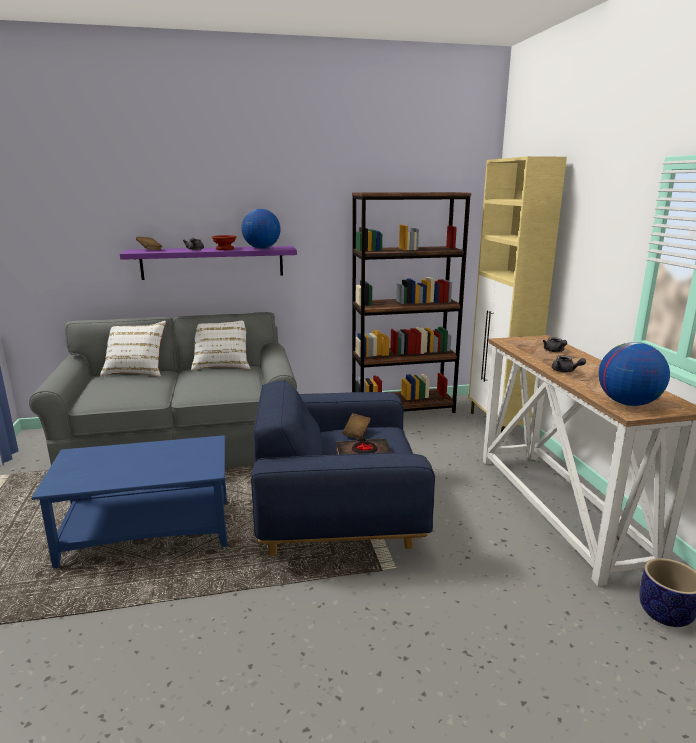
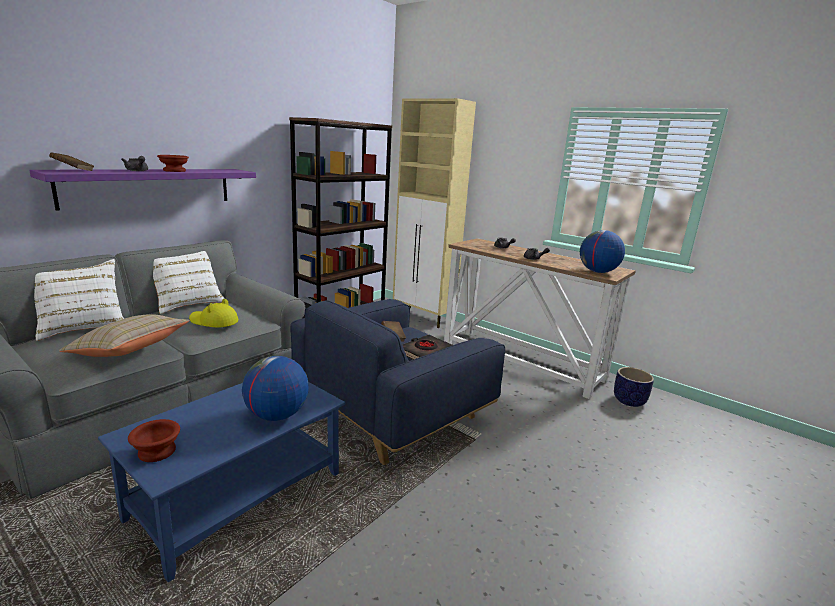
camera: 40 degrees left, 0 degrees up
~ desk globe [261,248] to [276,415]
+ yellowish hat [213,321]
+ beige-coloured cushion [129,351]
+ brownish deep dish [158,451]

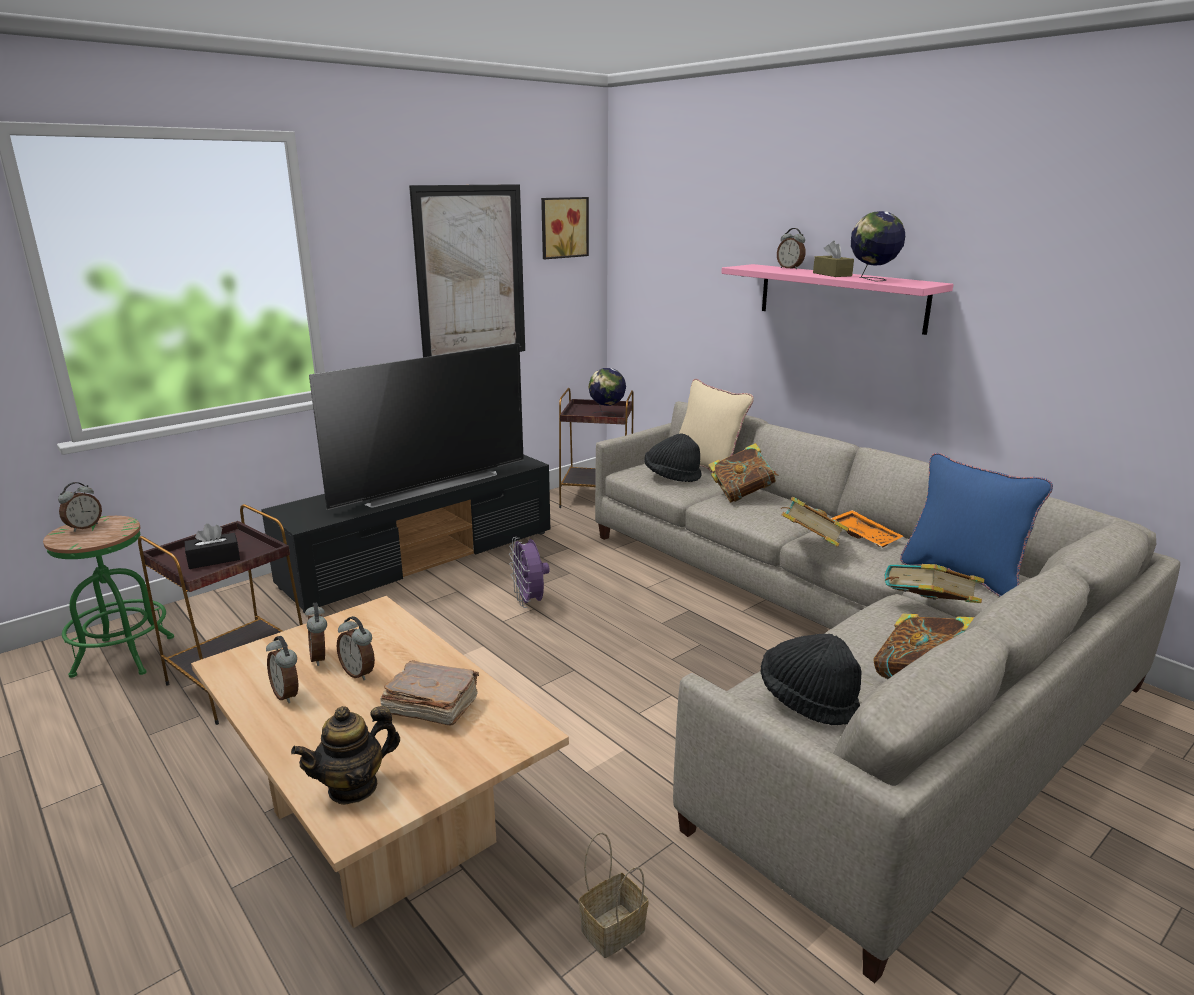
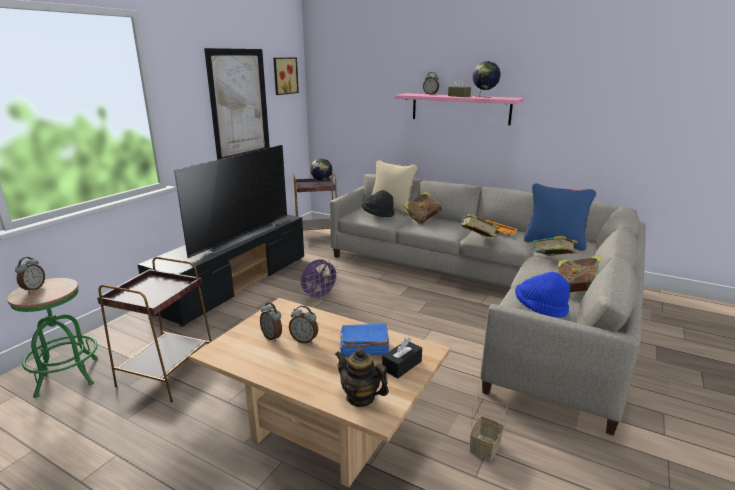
camera: 20 degrees left, 0 degrees up
~ blackish tissue holder [214,559] to [402,365]
~ purple fan [529,602] = [319,297] 90 degrees counterclockwise
~ blackish hat [807,700] to blue hat [540,309]
- table clock [287,694]
~ brownish volume [430,706] to blue volume [363,348]
~ tea pot [353,787] = [360,397] 90 degrees clockwise

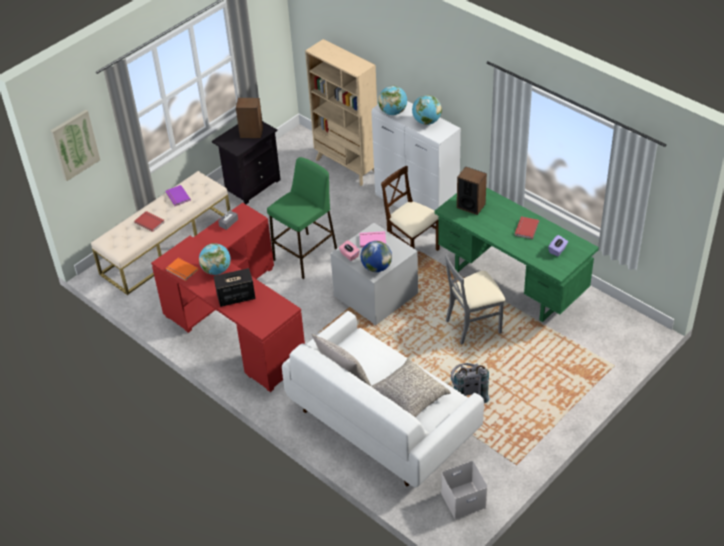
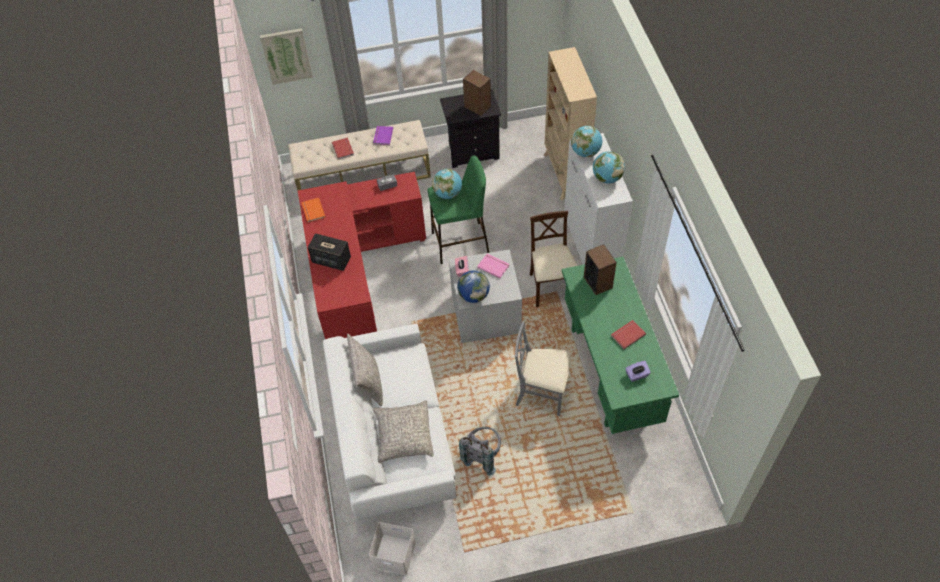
camera: 35 degrees right, 10 degrees up
~ desk globe [216,270] to [447,194]

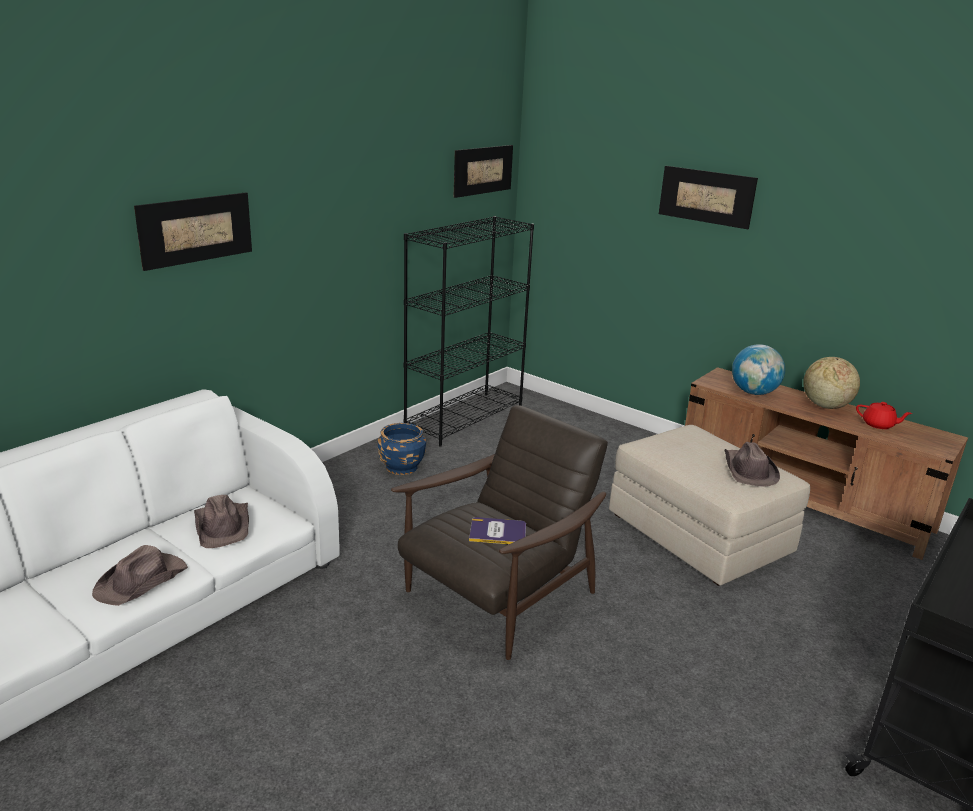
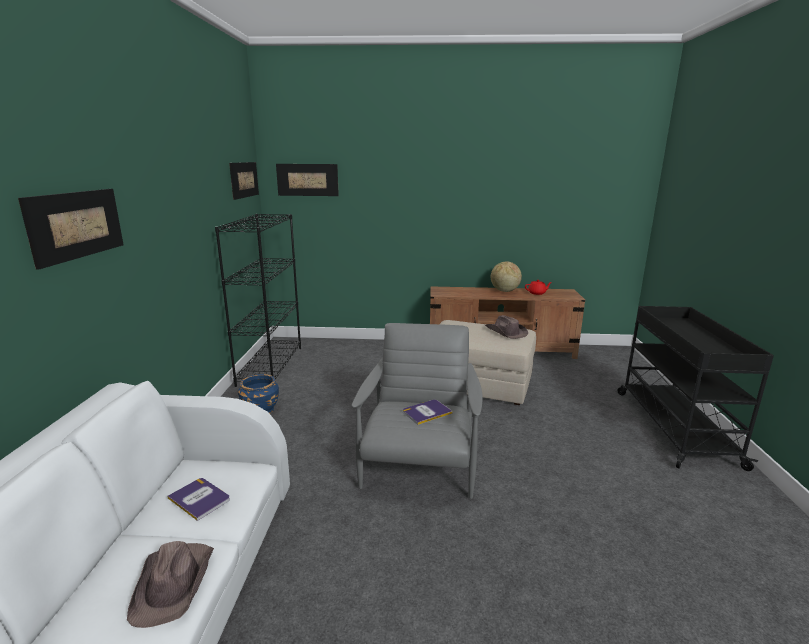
camera: 35 degrees left, 5 degrees down
~ wall art [706,196] to [307,180]
- desk globe [753,393]
~ brownish armchair [498,596] to grey armchair [419,463]
~ brownish hat [223,526] to volume [199,499]

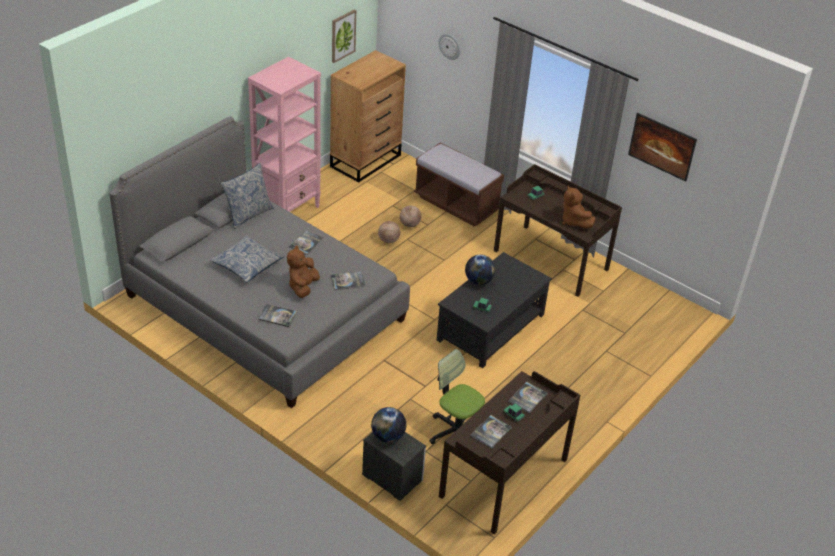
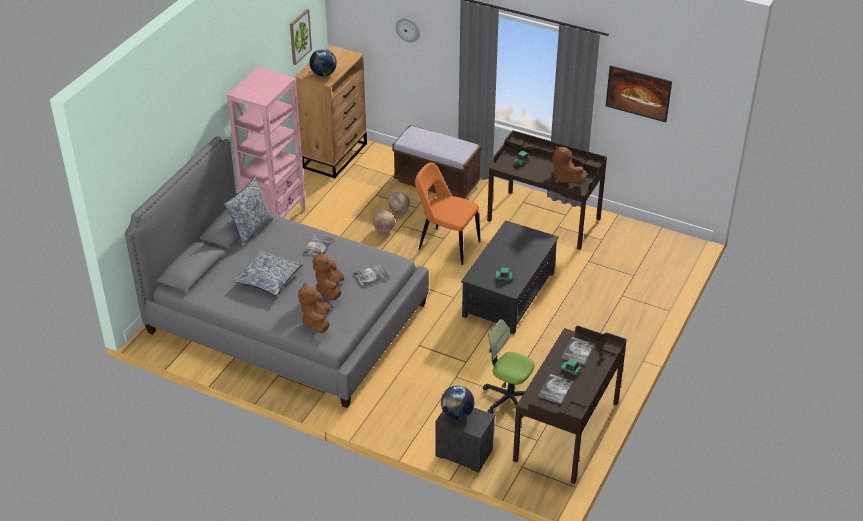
camera: 10 degrees left, 0 degrees up
~ desk globe [478,281] to [323,74]
~ volume [278,316] to brownish plush toy [316,322]
+ orangey upright chair [446,245]

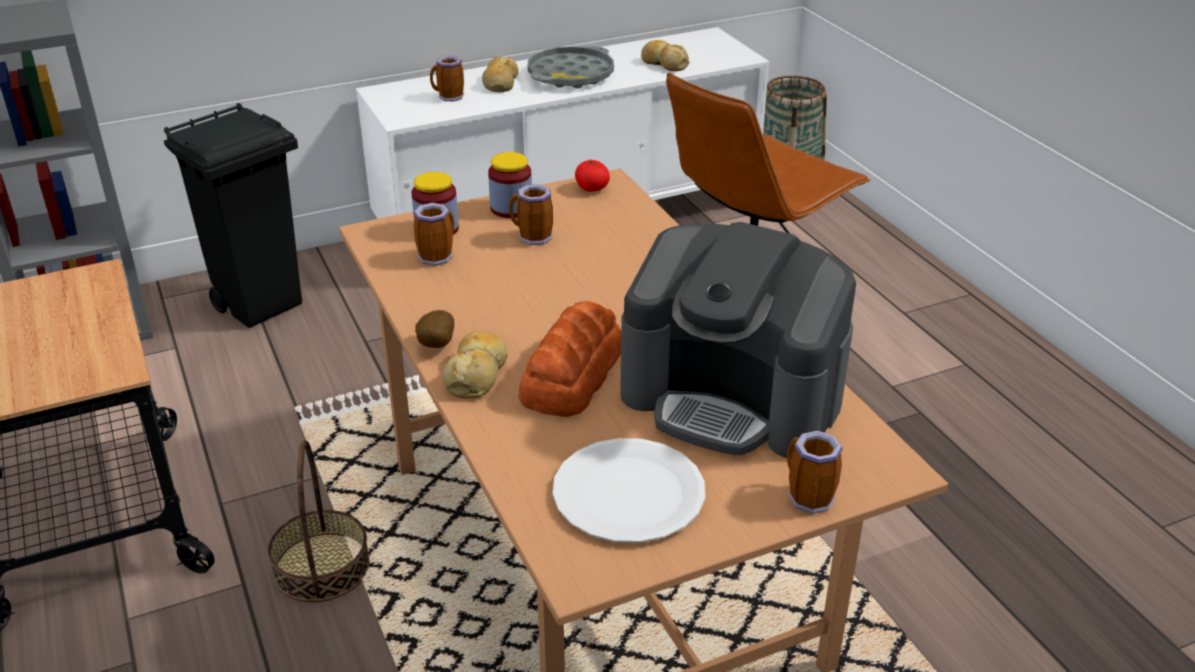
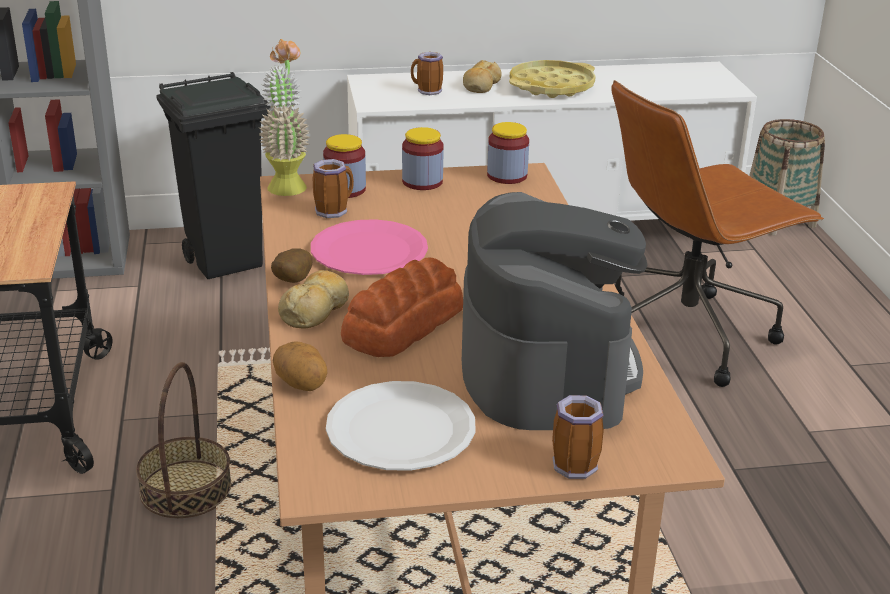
camera: 15 degrees right, 5 degrees down
- bread [664,63]
~ grey serving tray [571,75] to yellowish serving tray [551,86]
~ fresh tomato [591,188] to preserve jar [507,176]
- coffee mug [531,238]
~ coffee machine [733,397] = [546,367] 135 degrees counterclockwise
+ houseplant [287,183]
+ pink-coloured dinner plate [368,251]
+ spud [301,384]

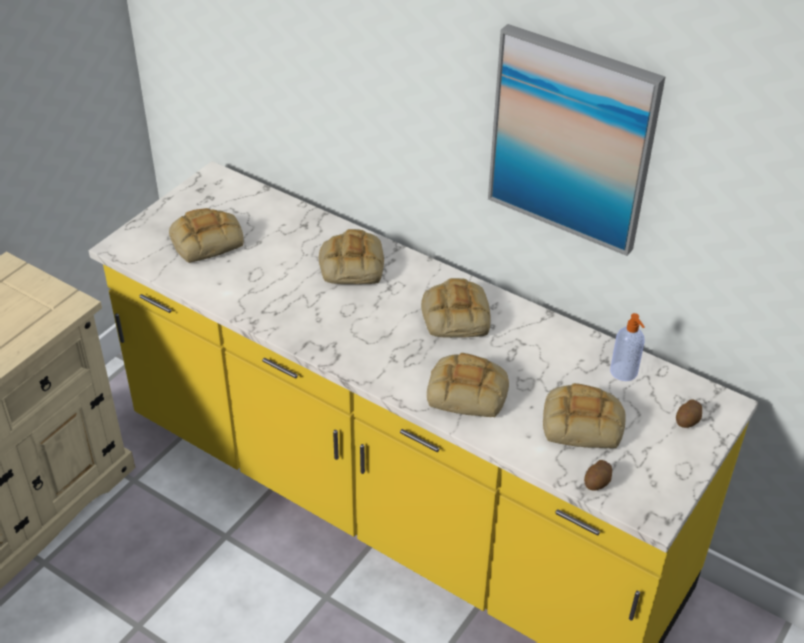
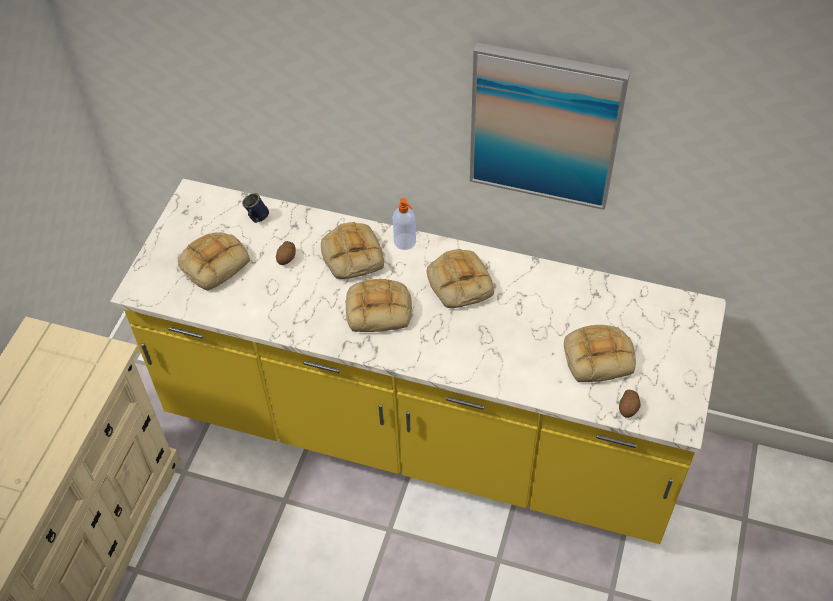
camera: 15 degrees left, 10 degrees up
~ soap bottle [624,372] to [405,242]
~ bread [469,391] to [379,309]
~ spud [688,421] to [287,258]
+ blue coffee mug [256,219]

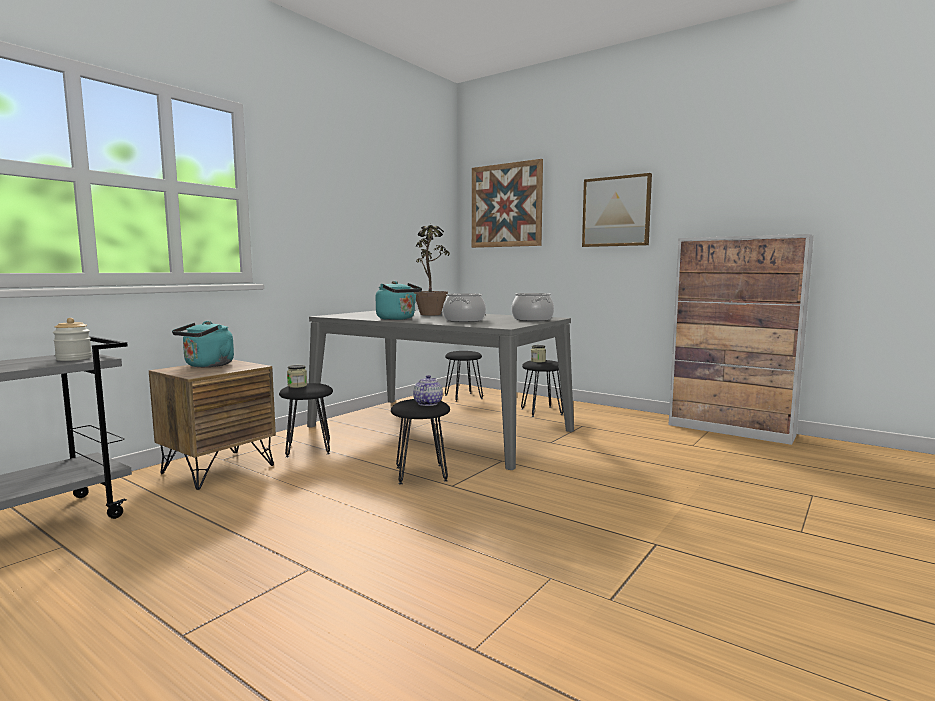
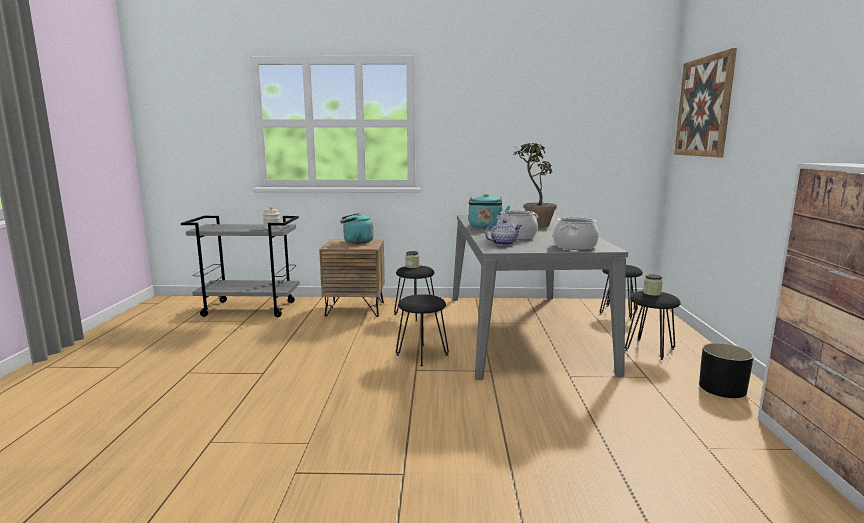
camera: 55 degrees right, 5 degrees up
- wall art [616,211]
~ tea pot [427,403] to [503,244]
+ blackish plant pot [722,388]

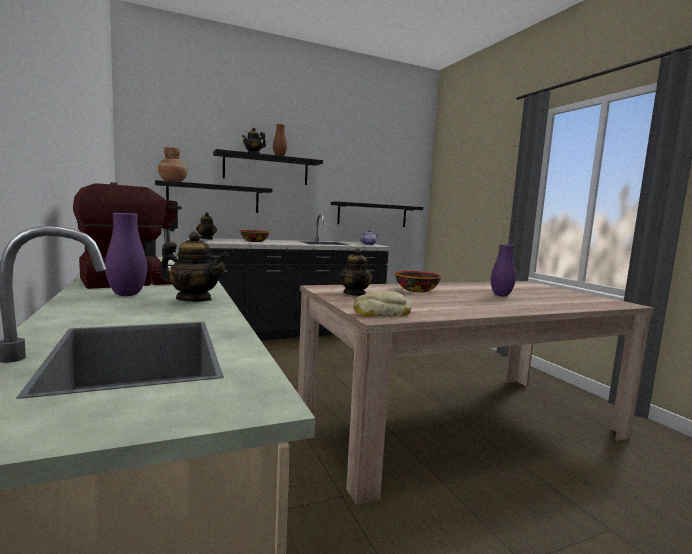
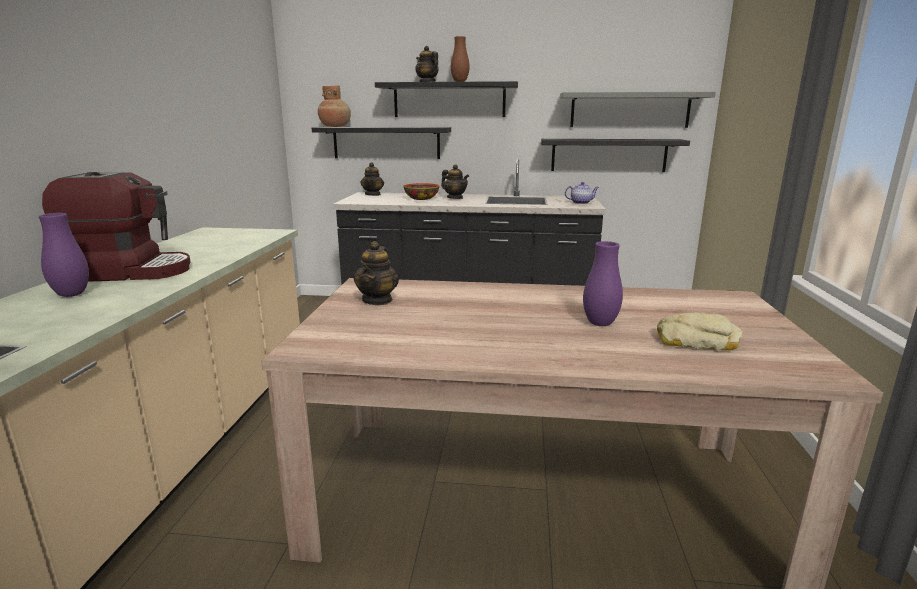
camera: 30 degrees right, 10 degrees up
~ tea pot [194,299] to [455,198]
- deep dish [417,290]
~ bread [381,313] to [696,341]
+ grey shelf [629,110]

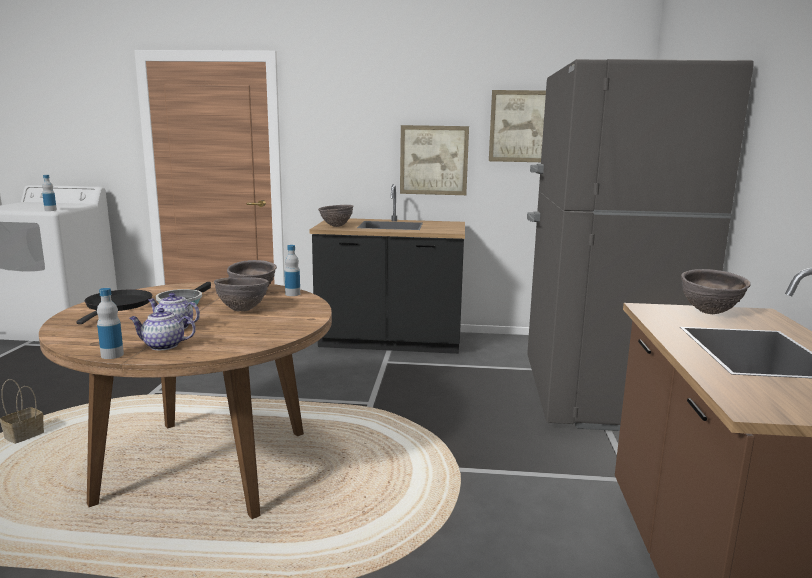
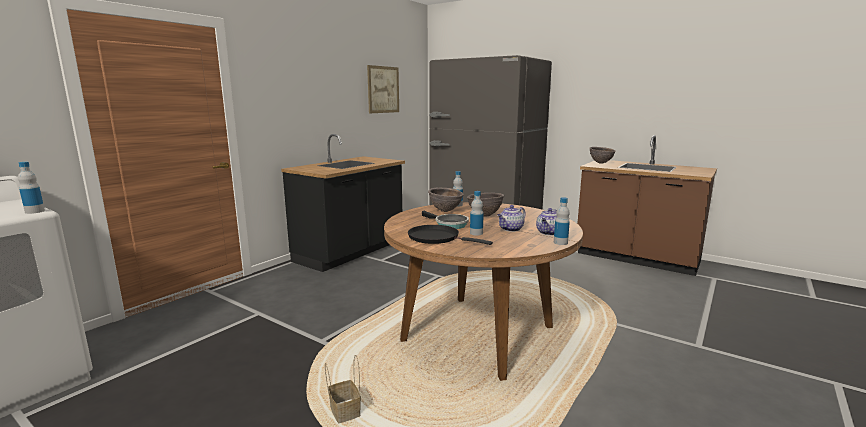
camera: 60 degrees left, 0 degrees up
- wall art [434,160]
- brownish deep dish [336,226]
+ beverage bottle [476,233]

